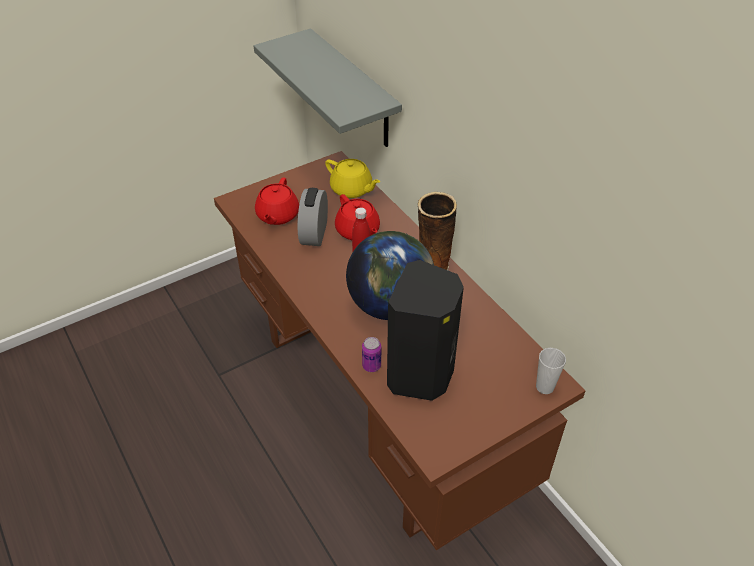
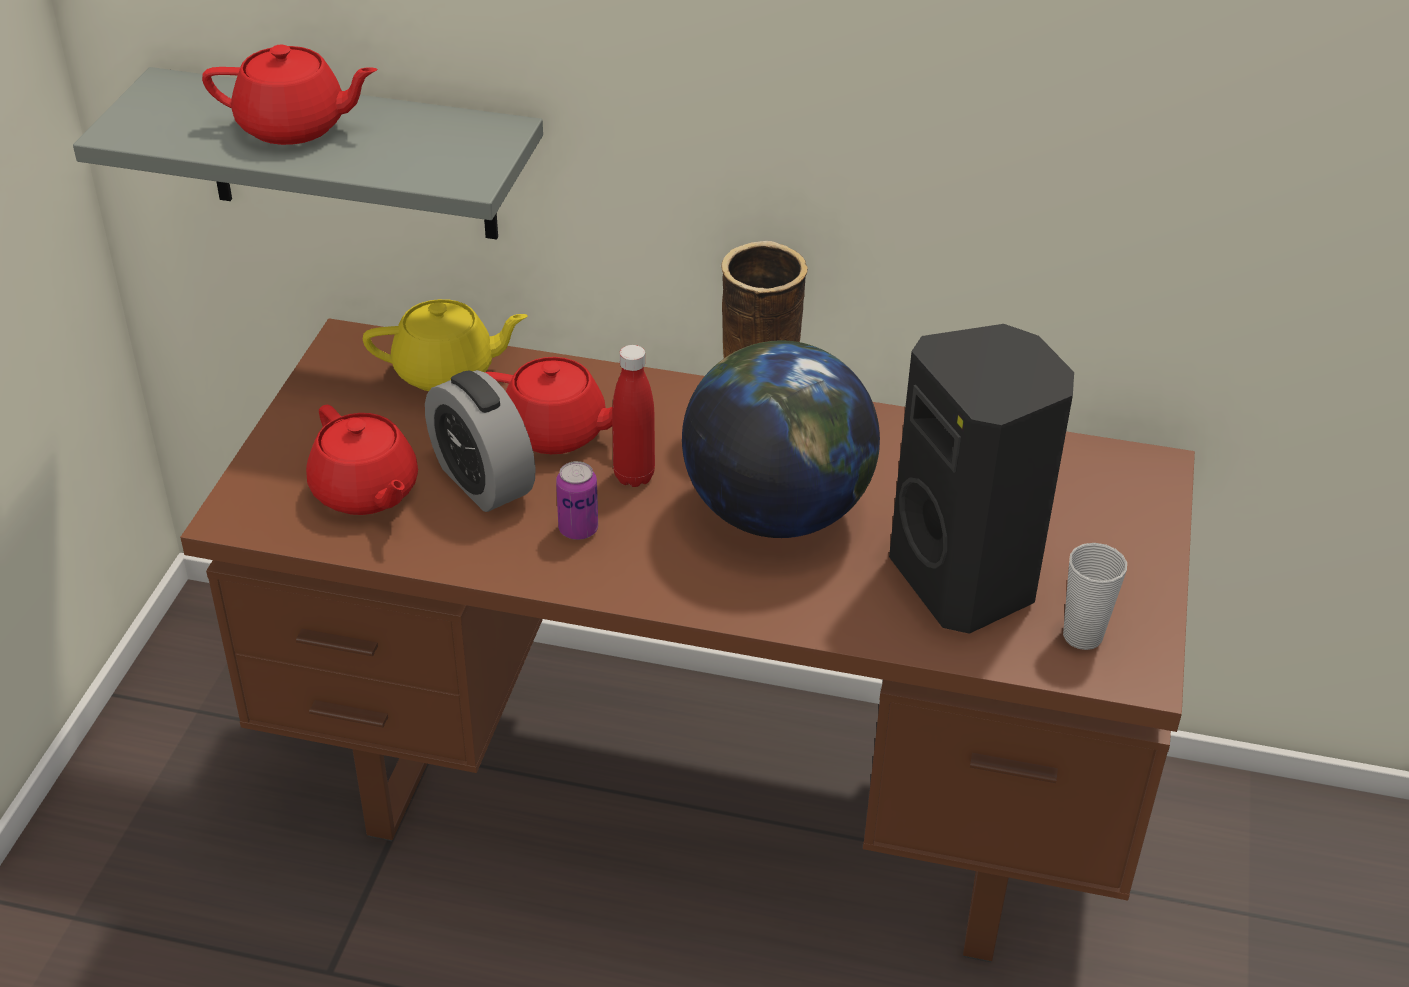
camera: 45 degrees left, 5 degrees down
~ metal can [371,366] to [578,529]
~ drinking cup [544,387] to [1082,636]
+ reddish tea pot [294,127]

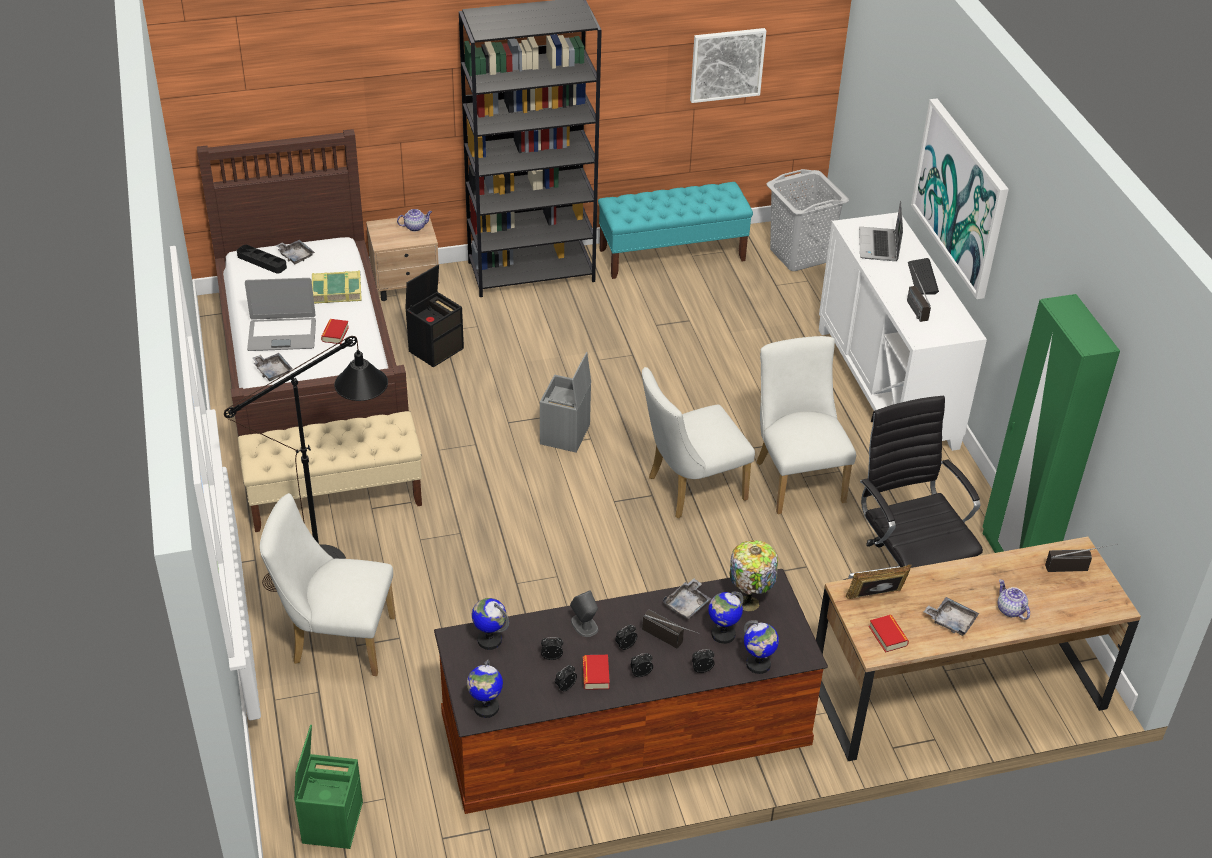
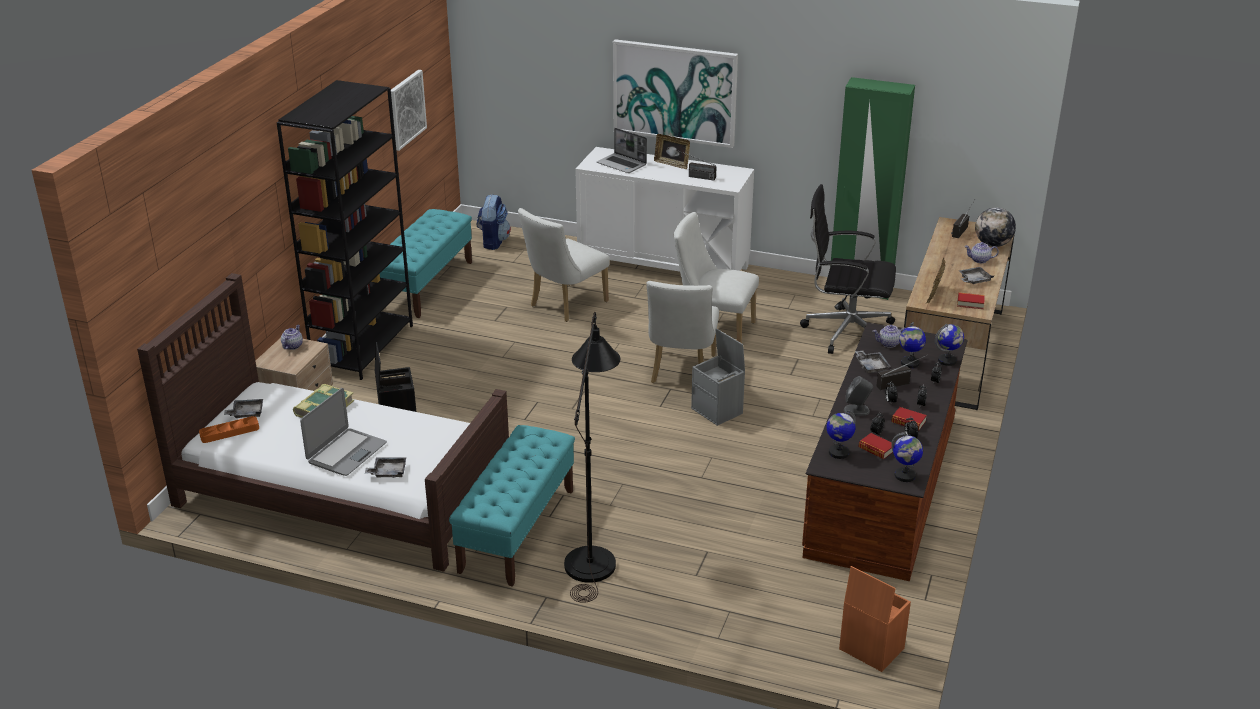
camera: 55 degrees left, 10 degrees down
~ grey washing basket [799,255] to rucksack [493,242]
~ blackish serving tray [262,261] to orangey serving tray [229,432]
~ computer keyboard [922,278] to photo frame [672,164]
~ volume [335,334] to [876,449]
~ grey storage box [565,435] to [718,411]
~ beige-coloured bench [336,497] to blue-green bench [517,530]
~ white upright chair [336,640] to [564,305]
~ table lamp [750,602] to tea pot [889,344]
~ greenish storage box [331,821] to orangey storage box [870,649]
+ desk globe [992,244]

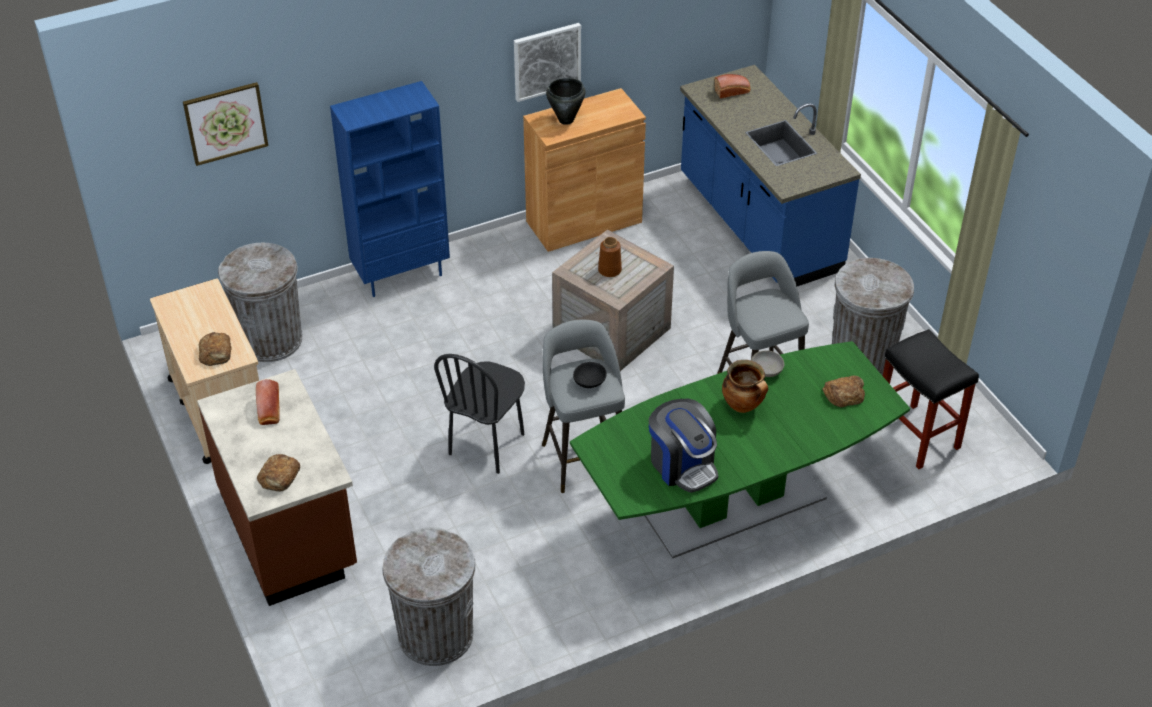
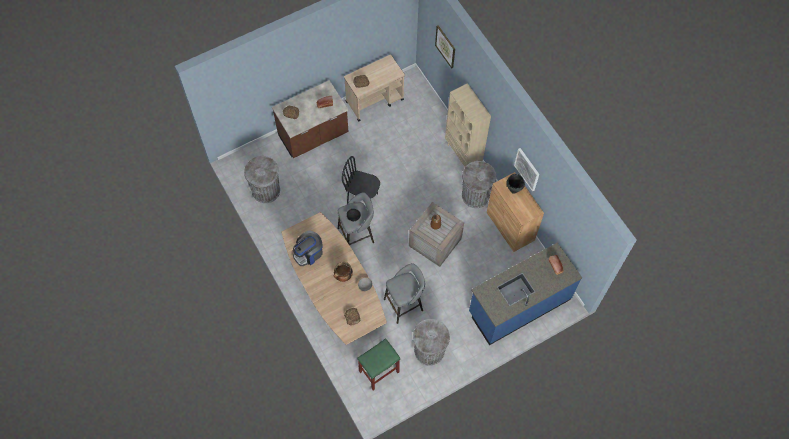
camera: 85 degrees right, 20 degrees up
~ blue bookcase [401,274] to beige-coloured bookcase [463,154]
~ grey rubbish bin [270,340] to [475,195]
~ blackish stool seat [917,437] to greenish stool seat [378,372]
~ greenish dinner table [734,503] to brownish dinner table [335,294]

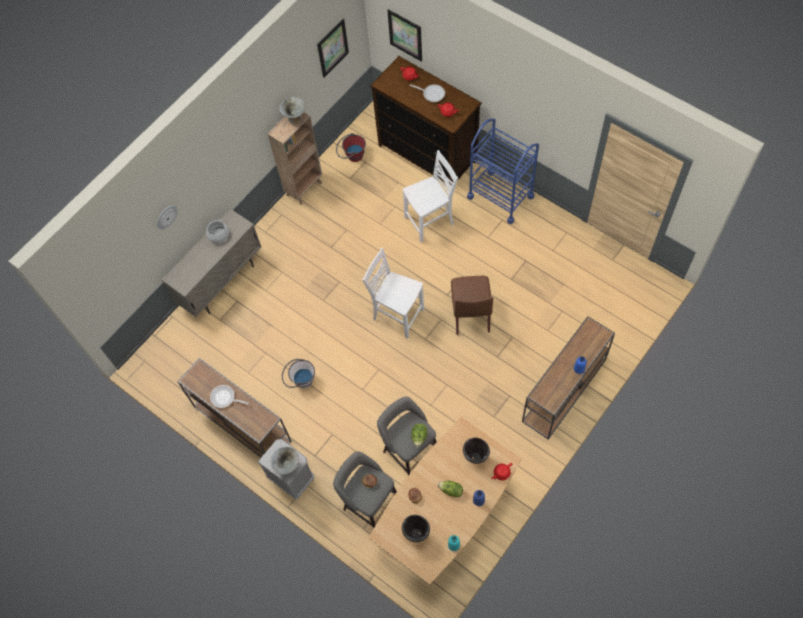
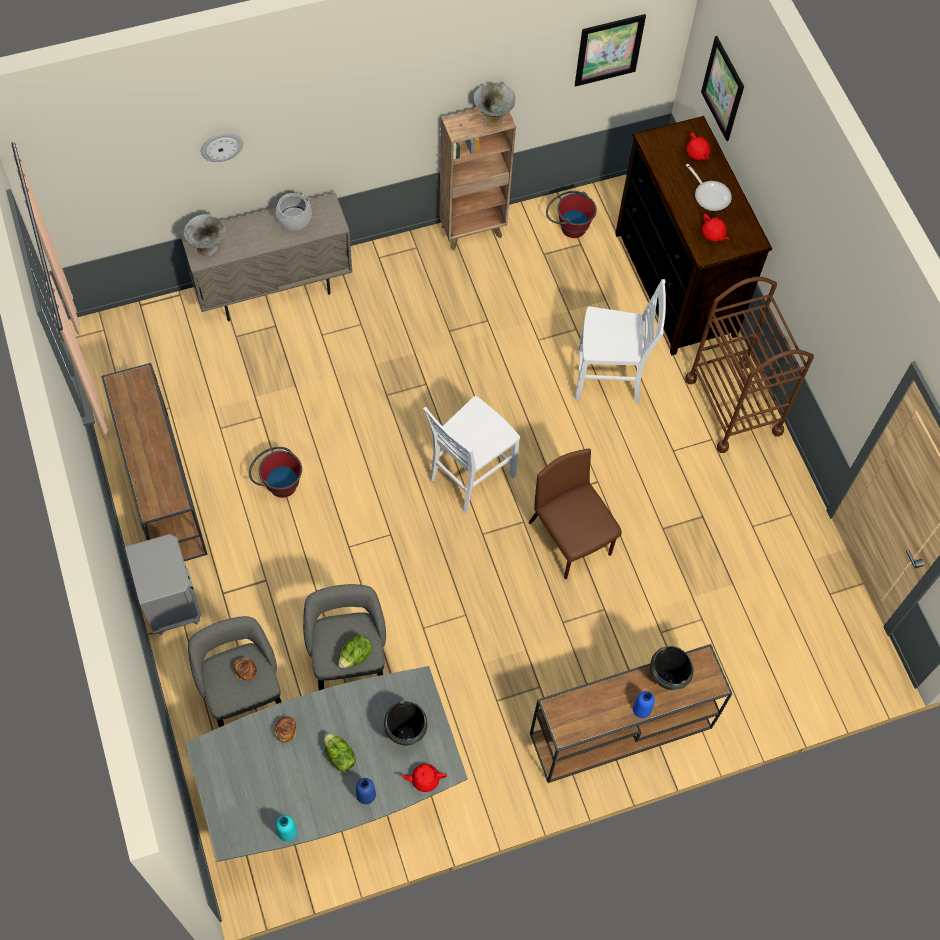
camera: 25 degrees right, 0 degrees up
~ blue wheeled cart [500,196] to brownish wheeled cart [733,405]
~ white upright chair [397,315] = [469,477] 105 degrees counterclockwise
~ brownish upright chair [470,313] = [570,540] 120 degrees clockwise
~ white water bucket [300,380] to reddish water bucket [277,482]
- skillet [225,398]
~ brownish dinner table [446,516] to grey dinner table [332,790]
~ grey deep dish [287,466] to [207,247]
~ blackish cooking pot [416,533] to [666,679]

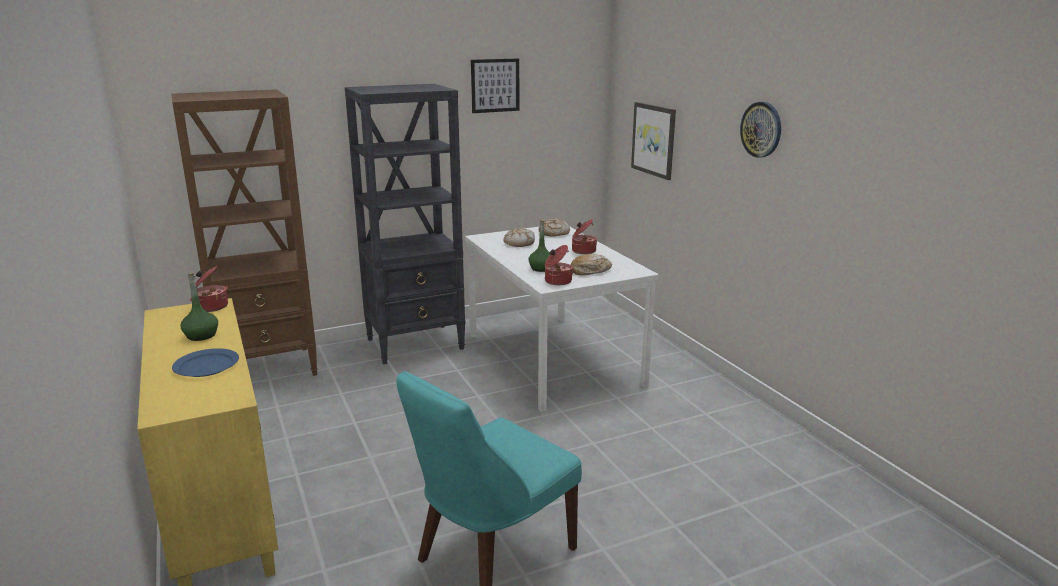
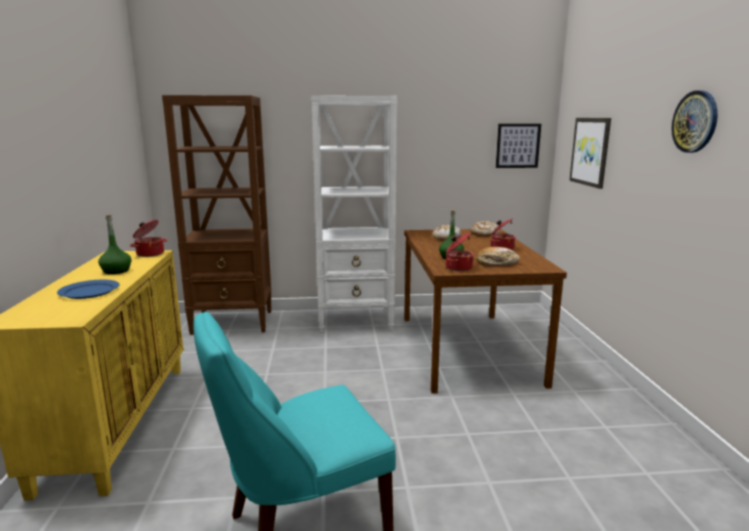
camera: 20 degrees right, 5 degrees down
~ wall art [495,85] to [517,146]
~ blackish bookcase [416,344] to white bookcase [356,320]
~ white dinner table [551,358] to brownish dinner table [466,348]

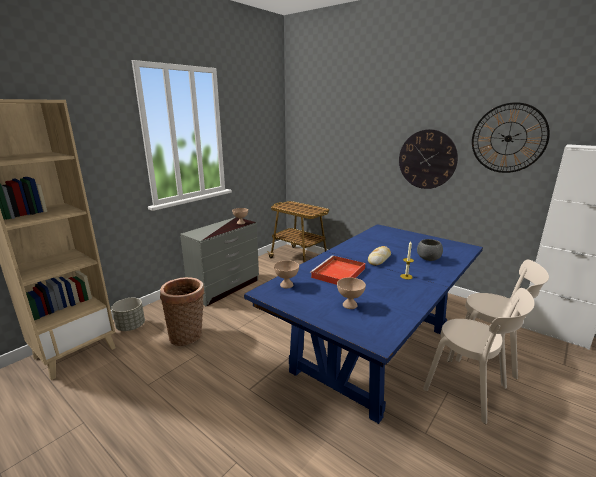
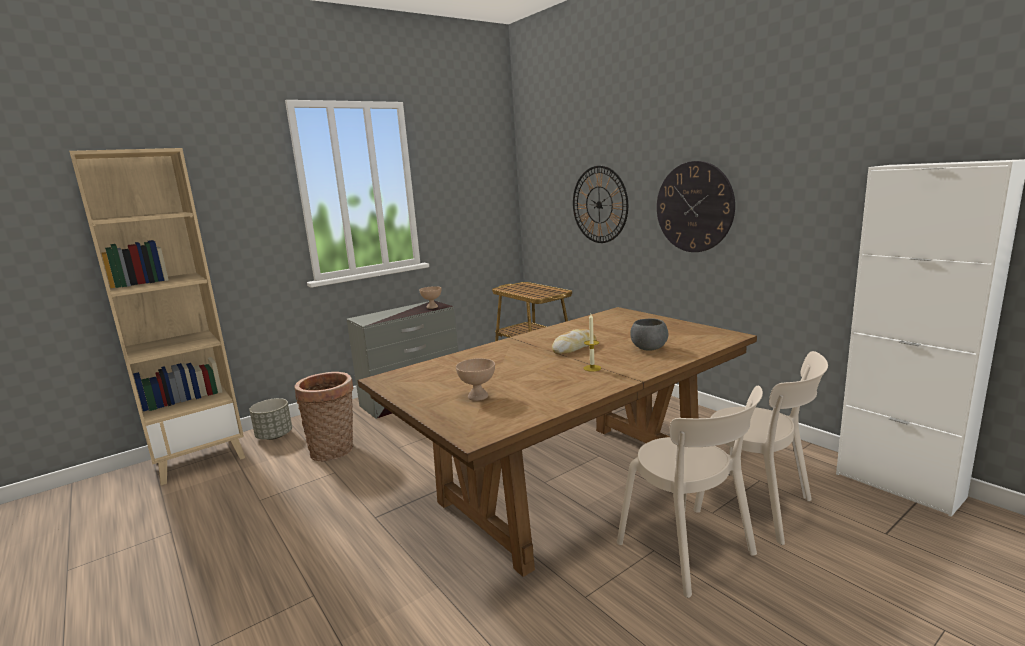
camera: 15 degrees right, 5 degrees down
~ hanging clock [508,138] to [599,205]
~ blue dinner table [373,349] to brownish dinner table [572,485]
- reddish serving tray [338,273]
- beige-coloured deep dish [287,285]

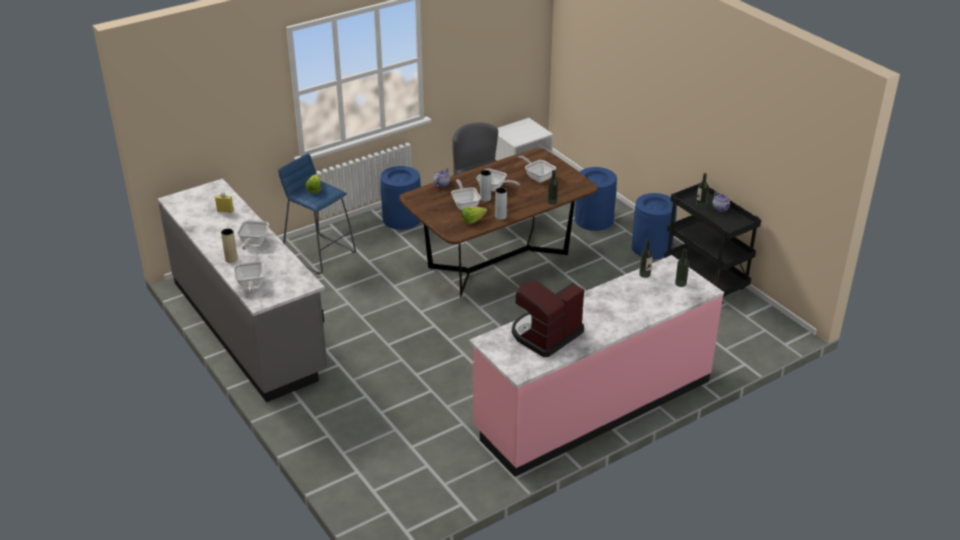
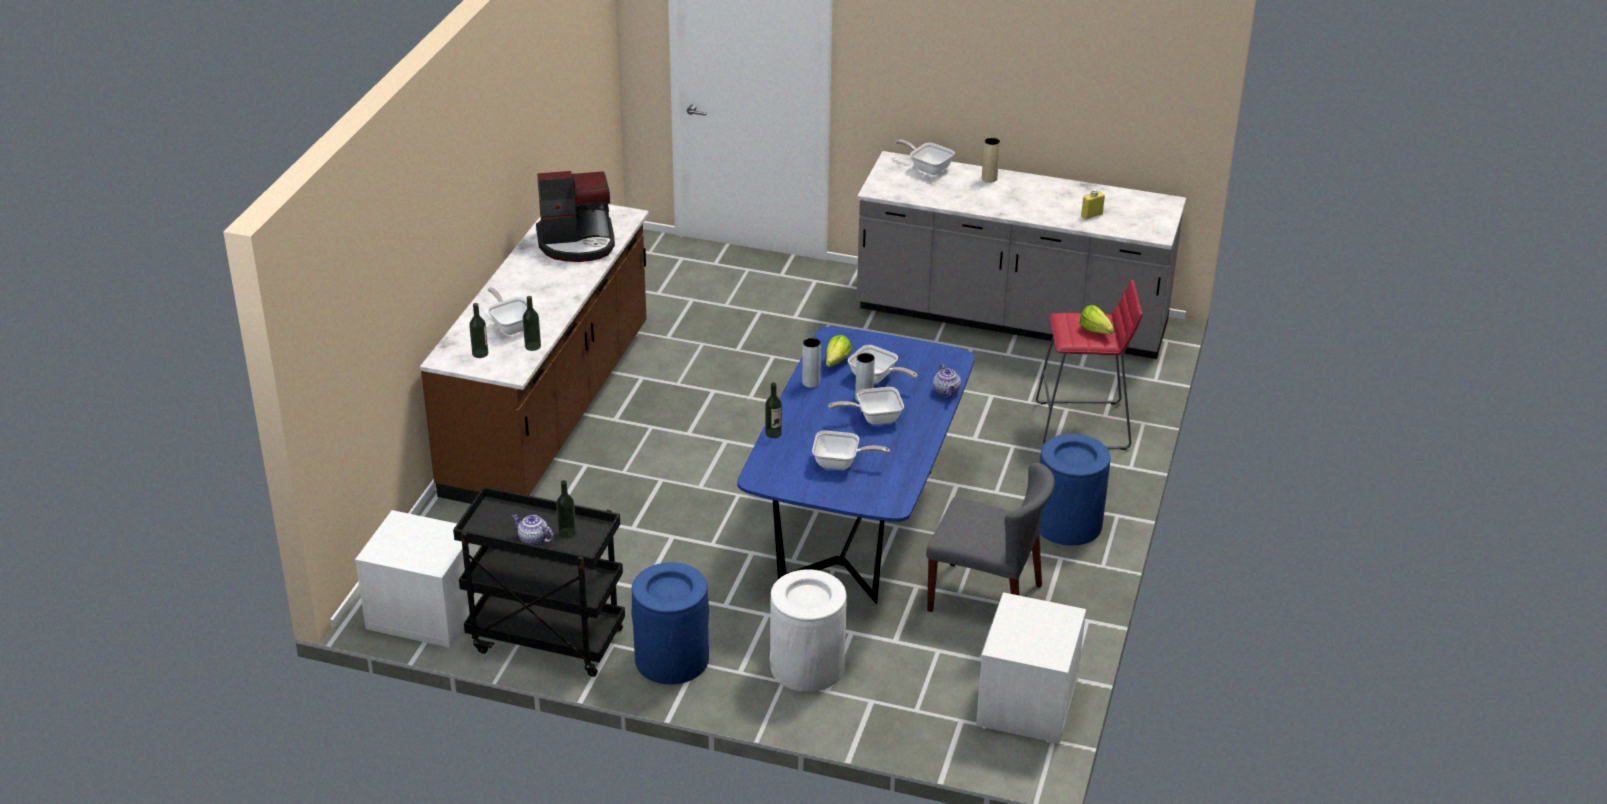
camera: 140 degrees right, 0 degrees up
~ brownish dinner table [498,261] to blue dinner table [857,526]
~ blue stool seat [319,253] to reddish stool seat [1083,426]
~ blue rubbish bin [594,220] to white rubbish bin [807,666]
~ skillet [253,242] to [511,325]
~ pink-coloured counter [593,405] to brownish counter [550,411]
~ coffee machine [545,334] = [577,243] 75 degrees clockwise
+ white bedside table [423,614]

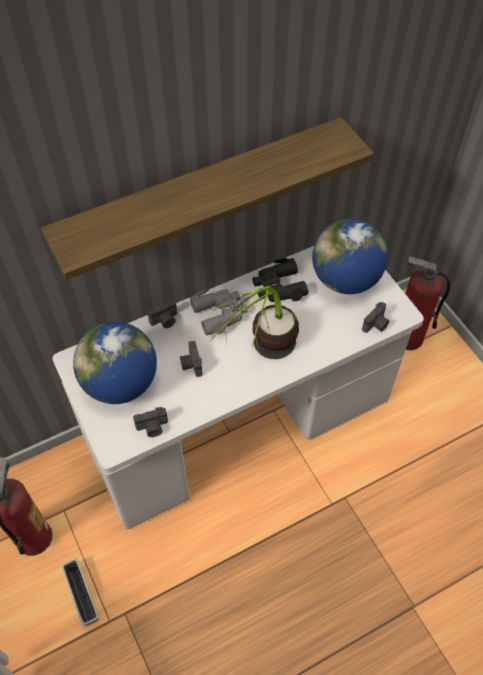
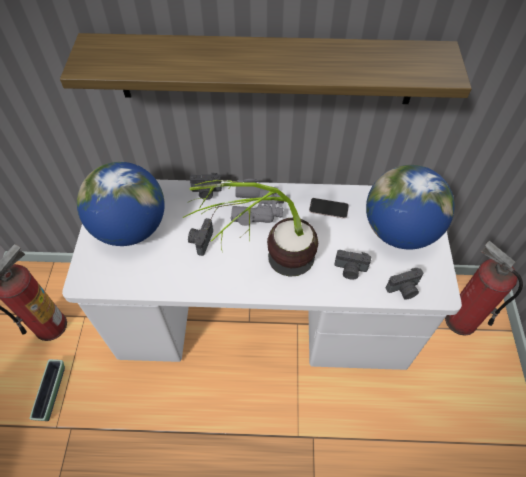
camera: 30 degrees right, 0 degrees up
~ blackish pair of binoculars [278,287] to telephone [328,208]
~ photo camera [152,428] to [350,270]

